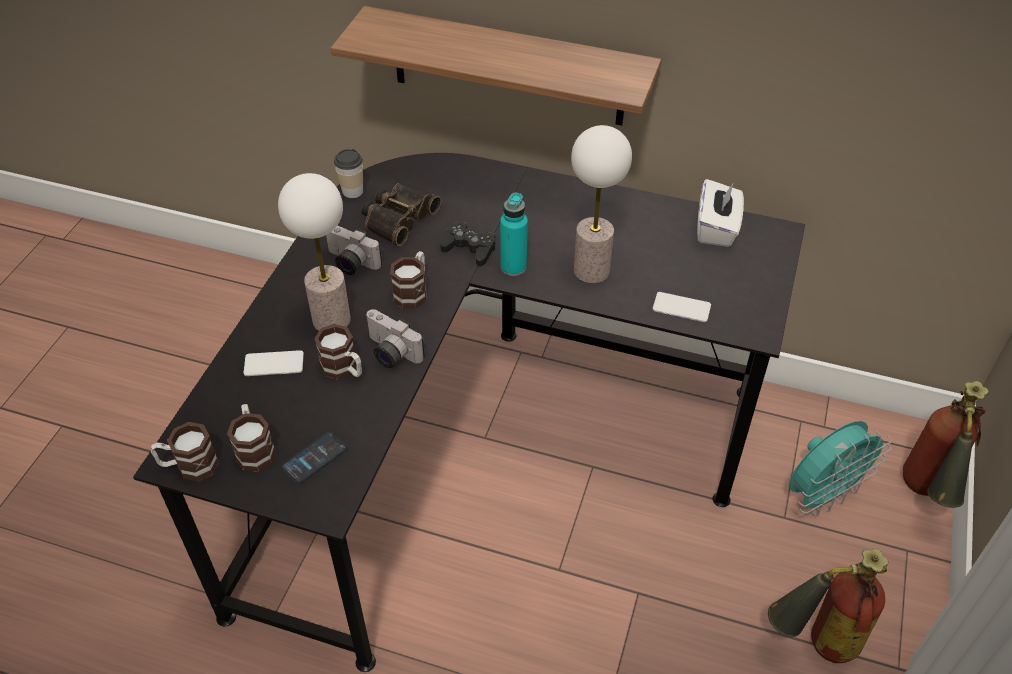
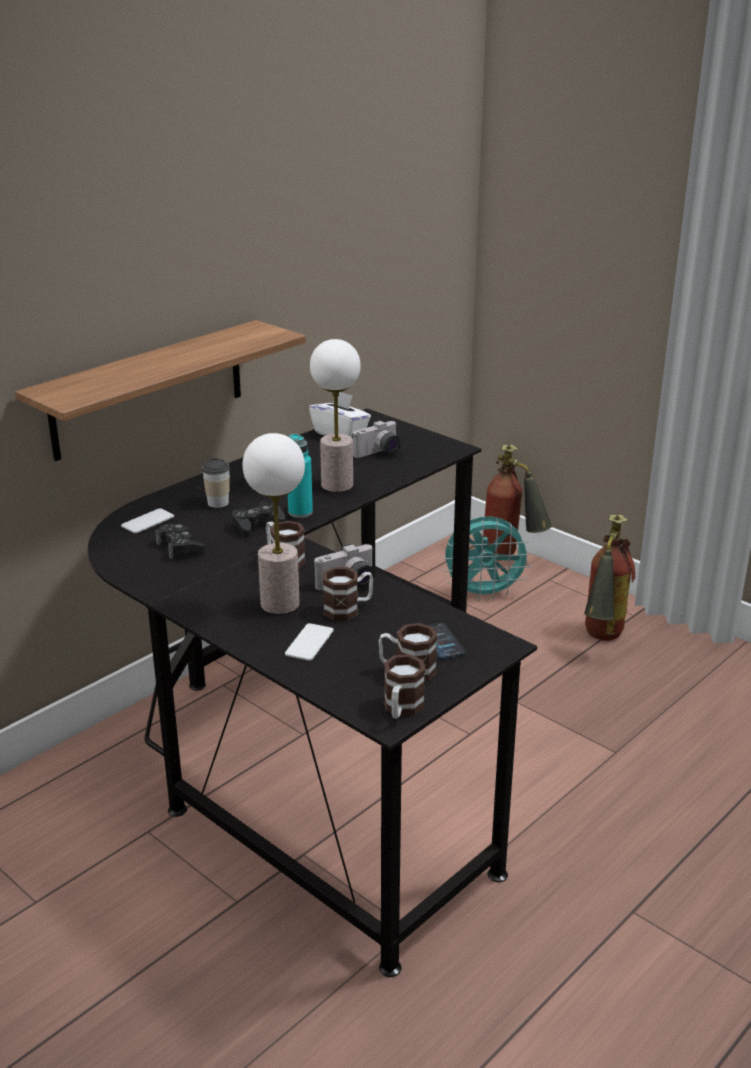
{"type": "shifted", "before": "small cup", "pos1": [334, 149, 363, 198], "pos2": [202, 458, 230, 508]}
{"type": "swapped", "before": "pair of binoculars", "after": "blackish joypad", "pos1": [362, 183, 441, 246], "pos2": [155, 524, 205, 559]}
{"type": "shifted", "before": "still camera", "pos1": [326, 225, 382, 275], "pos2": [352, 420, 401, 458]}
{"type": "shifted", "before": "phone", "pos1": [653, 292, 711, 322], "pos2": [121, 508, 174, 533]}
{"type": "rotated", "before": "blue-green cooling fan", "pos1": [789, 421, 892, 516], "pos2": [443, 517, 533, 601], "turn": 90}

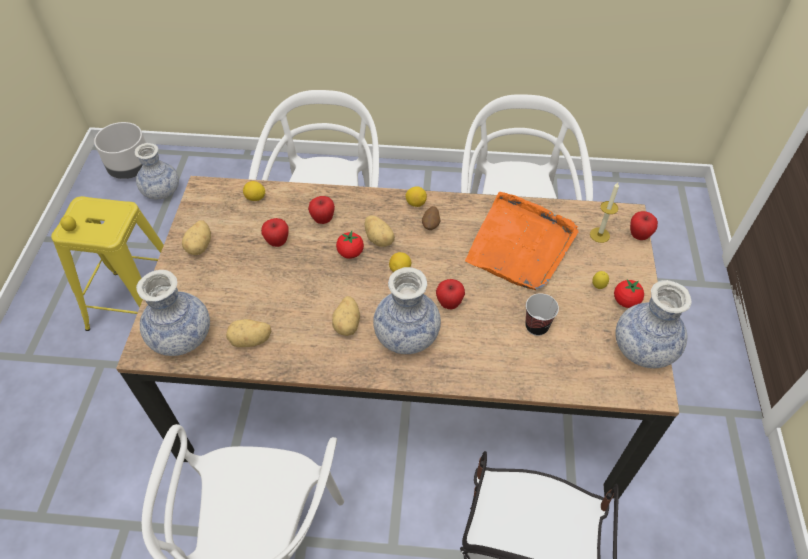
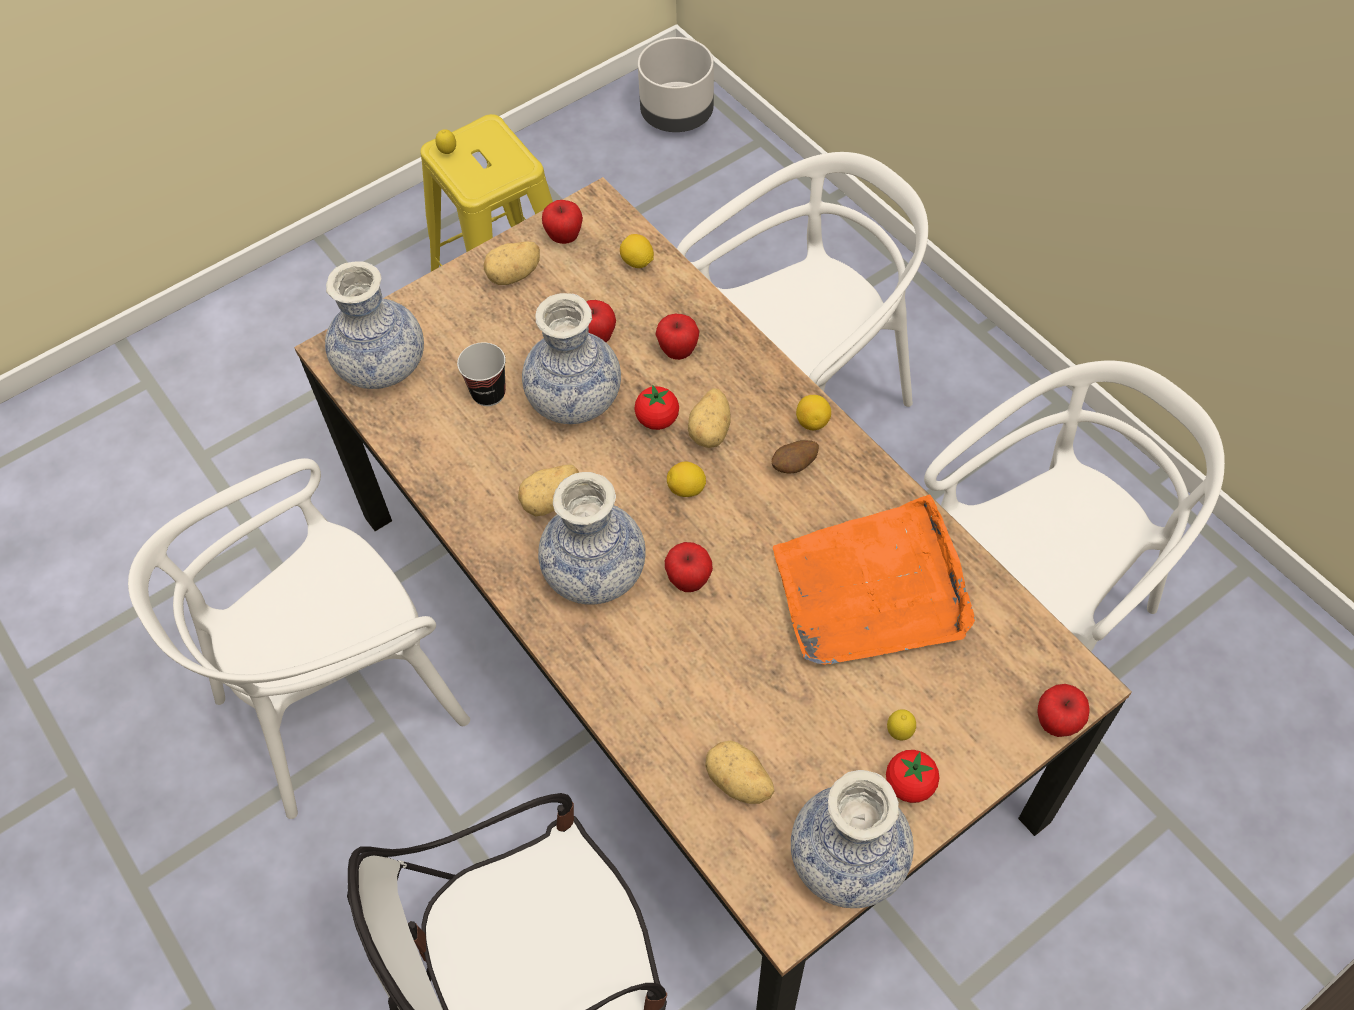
{"type": "shifted", "before": "decorative vase", "pos1": [134, 143, 179, 199], "pos2": [522, 293, 621, 424]}
{"type": "gone", "before": "wax candle", "pos1": [590, 182, 619, 243]}
{"type": "shifted", "before": "small cup", "pos1": [525, 293, 559, 336], "pos2": [457, 342, 506, 406]}
{"type": "shifted", "before": "whole potato", "pos1": [226, 319, 271, 347], "pos2": [705, 741, 774, 804]}
{"type": "new", "after": "apple", "pos2": [542, 200, 583, 244]}

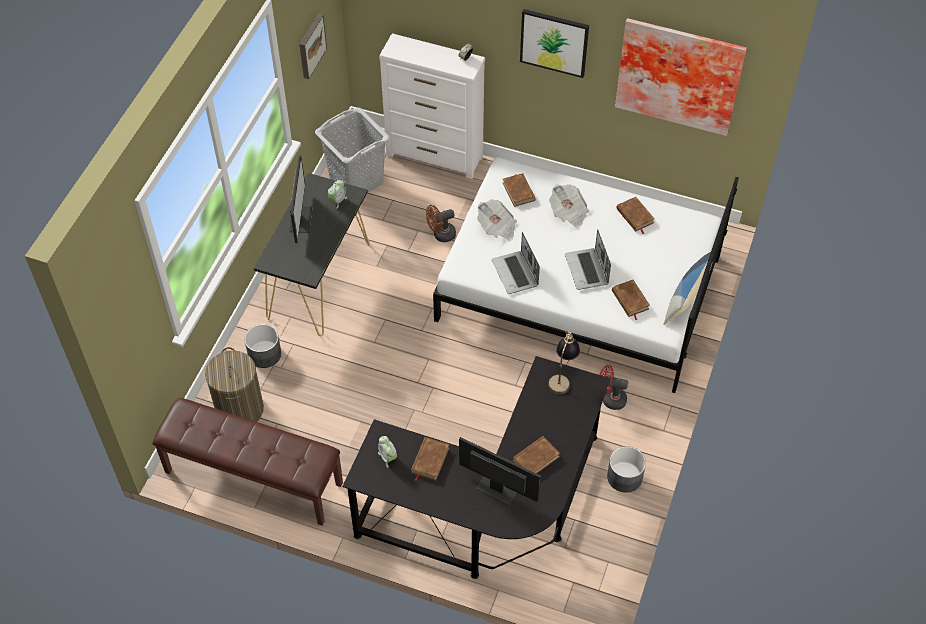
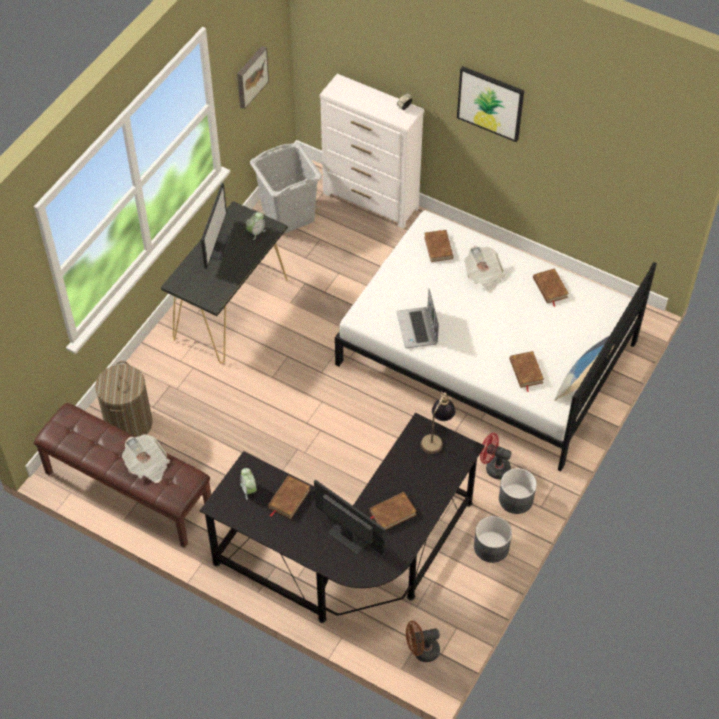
{"type": "gone", "before": "picture", "pos1": [615, 18, 747, 136]}
{"type": "shifted", "before": "printed paper", "pos1": [477, 200, 517, 241], "pos2": [122, 434, 170, 483]}
{"type": "shifted", "before": "brown cooling fan", "pos1": [426, 205, 456, 242], "pos2": [406, 621, 440, 662]}
{"type": "gone", "before": "laptop", "pos1": [565, 229, 611, 290]}
{"type": "shifted", "before": "greyish planter", "pos1": [244, 324, 281, 368], "pos2": [499, 468, 537, 514]}

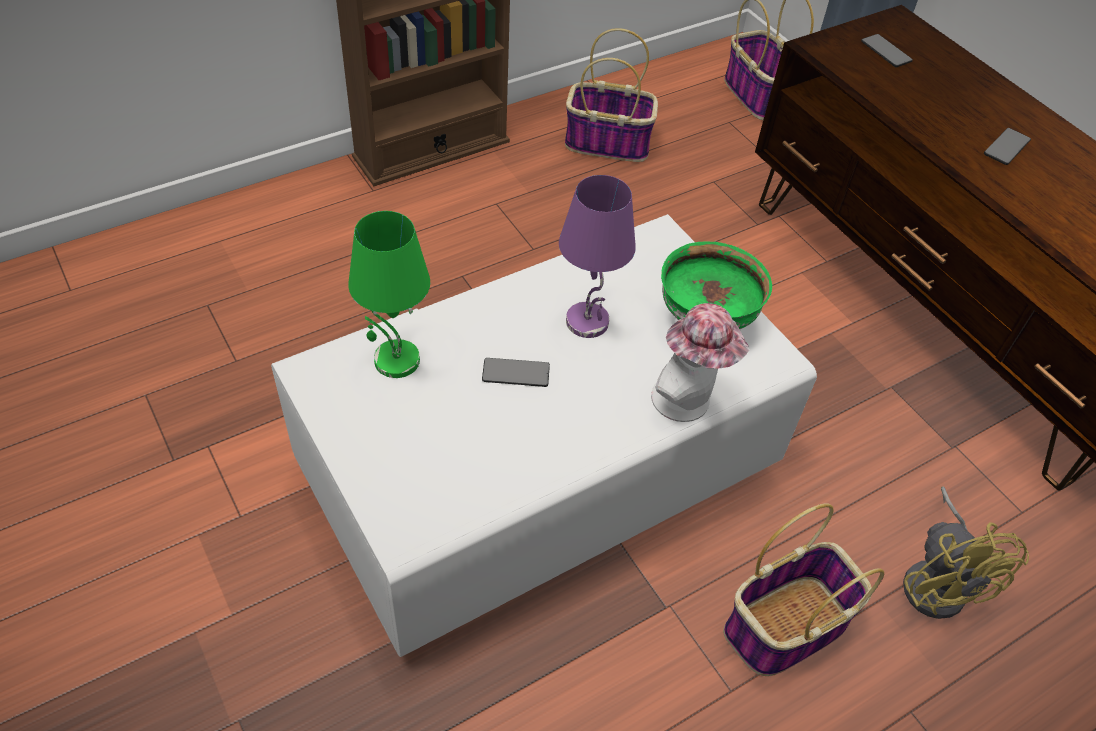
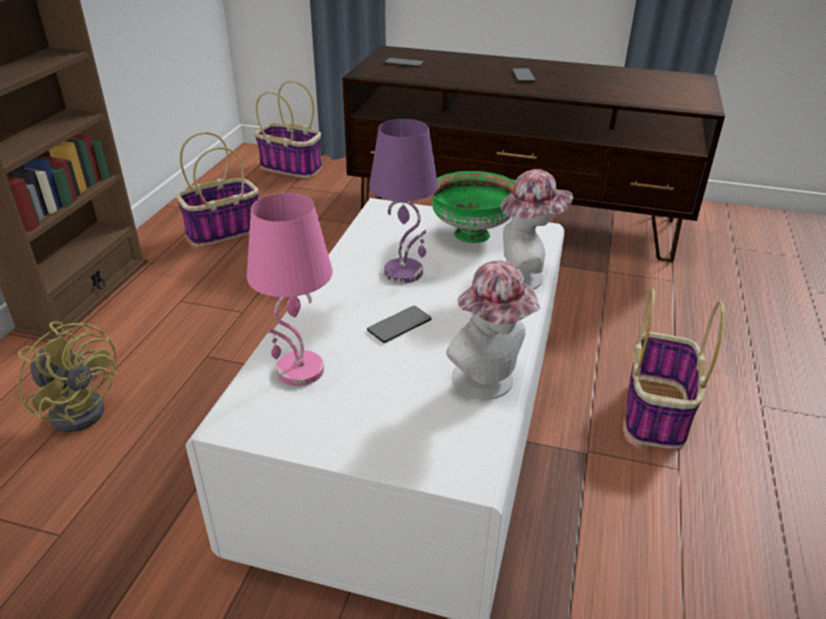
{"type": "repainted", "before": "green-coloured table lamp", "after": "pink-coloured table lamp", "pos1": [348, 211, 430, 378], "pos2": [247, 193, 333, 386]}
{"type": "shifted", "before": "yellow cooling fan", "pos1": [903, 486, 1029, 619], "pos2": [18, 321, 117, 432]}
{"type": "new", "after": "wearable hat", "pos2": [446, 260, 540, 400]}

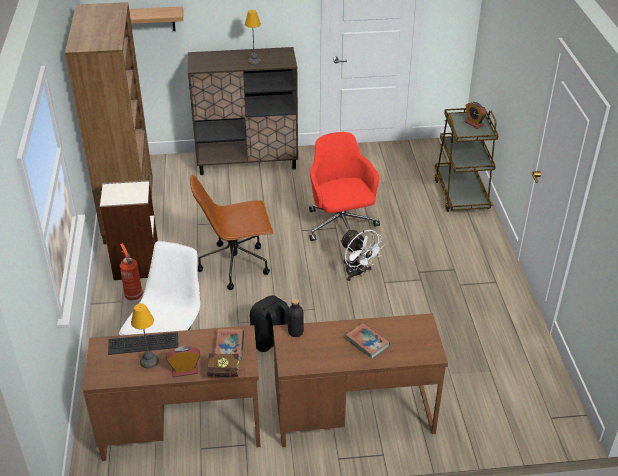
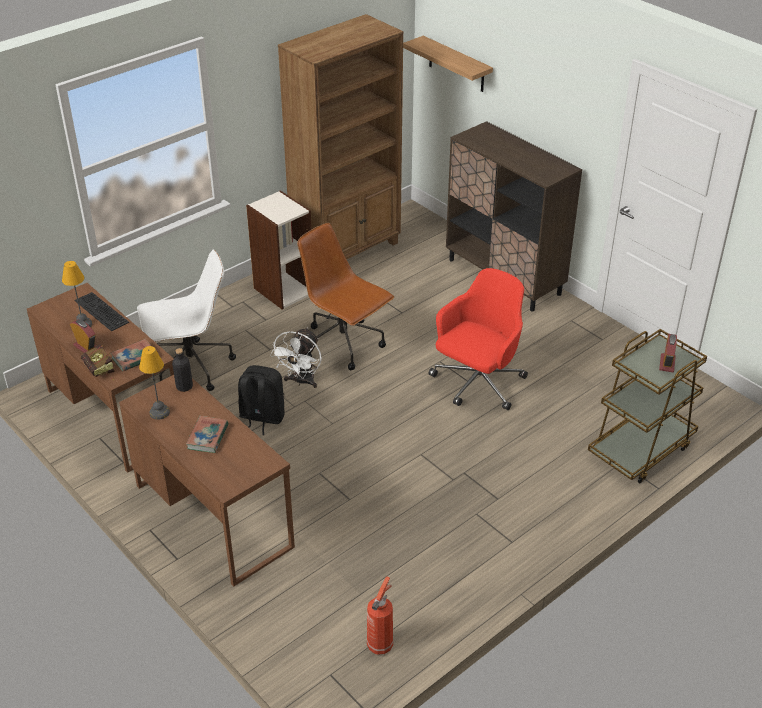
{"type": "shifted", "before": "table lamp", "pos1": [245, 10, 261, 65], "pos2": [139, 346, 170, 420]}
{"type": "shifted", "before": "whitish cooling fan", "pos1": [340, 229, 385, 281], "pos2": [270, 327, 322, 388]}
{"type": "shifted", "before": "fire extinguisher", "pos1": [120, 243, 143, 300], "pos2": [367, 576, 393, 655]}

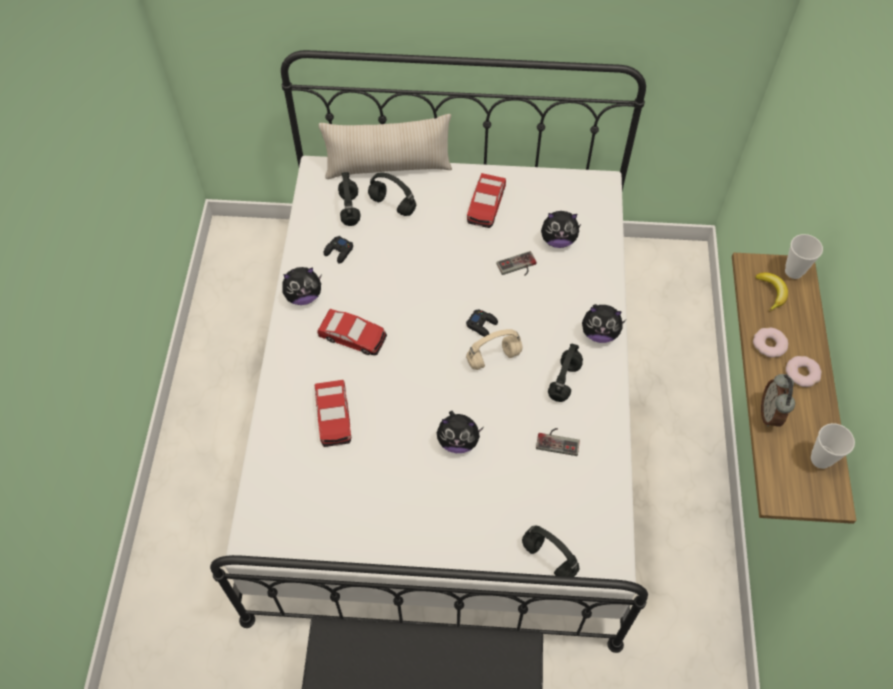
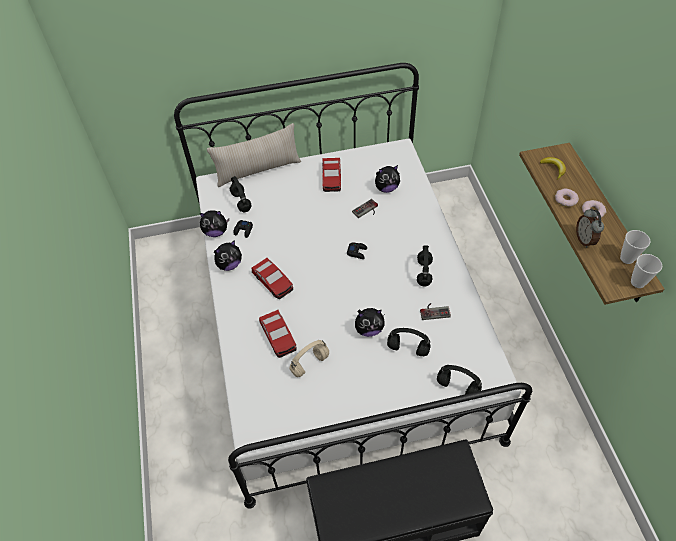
{"type": "shifted", "before": "blackish headset", "pos1": [368, 172, 416, 216], "pos2": [387, 328, 431, 357]}
{"type": "shifted", "before": "small cup", "pos1": [785, 234, 823, 279], "pos2": [631, 254, 662, 288]}
{"type": "shifted", "before": "cuddly toy", "pos1": [582, 304, 626, 343], "pos2": [200, 210, 229, 237]}
{"type": "rotated", "before": "miniature car", "pos1": [317, 308, 387, 355], "pos2": [251, 258, 293, 299], "turn": 45}
{"type": "shifted", "before": "beige headset", "pos1": [466, 329, 522, 370], "pos2": [289, 340, 329, 377]}

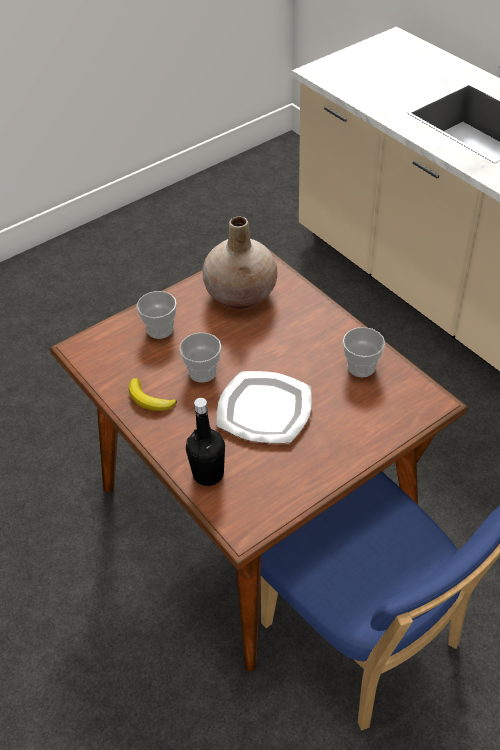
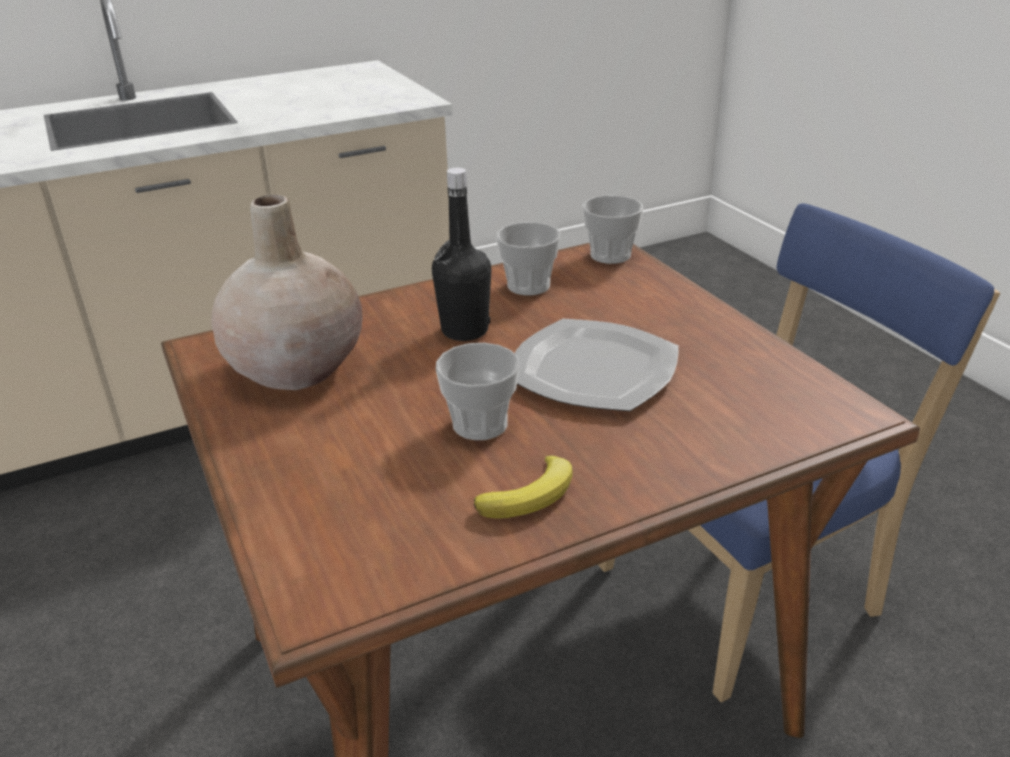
{"type": "shifted", "before": "small cup", "pos1": [137, 291, 177, 339], "pos2": [582, 195, 643, 264]}
{"type": "shifted", "before": "blackish bottle", "pos1": [186, 398, 225, 486], "pos2": [432, 168, 491, 341]}

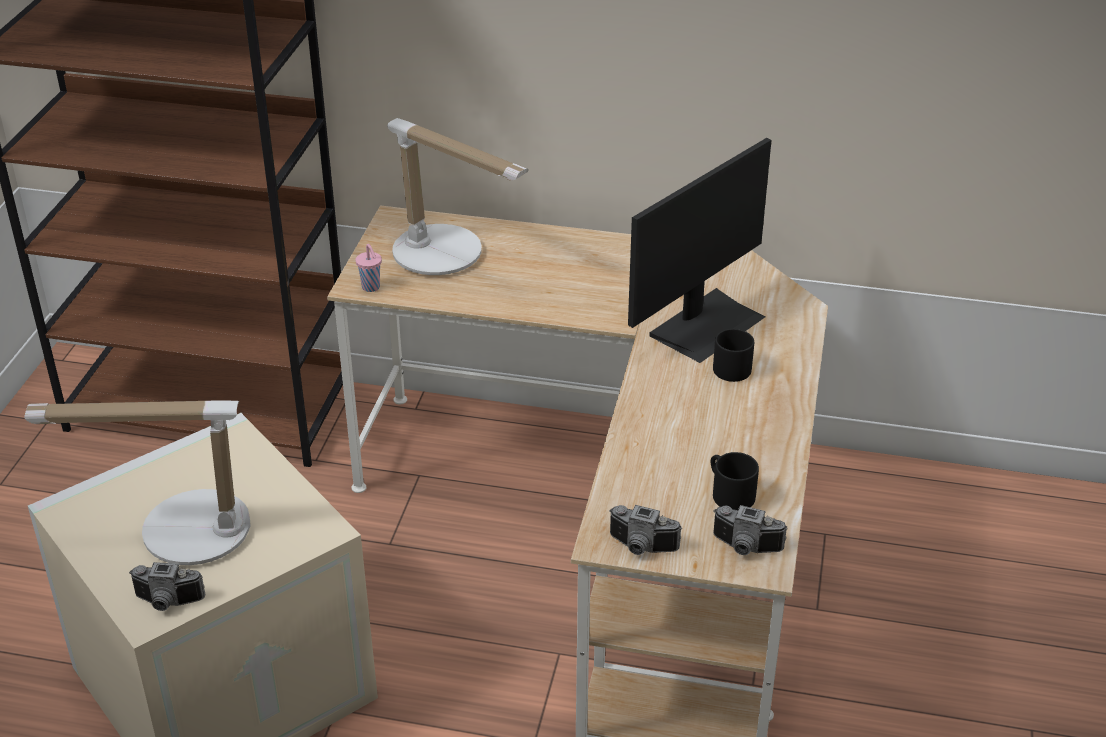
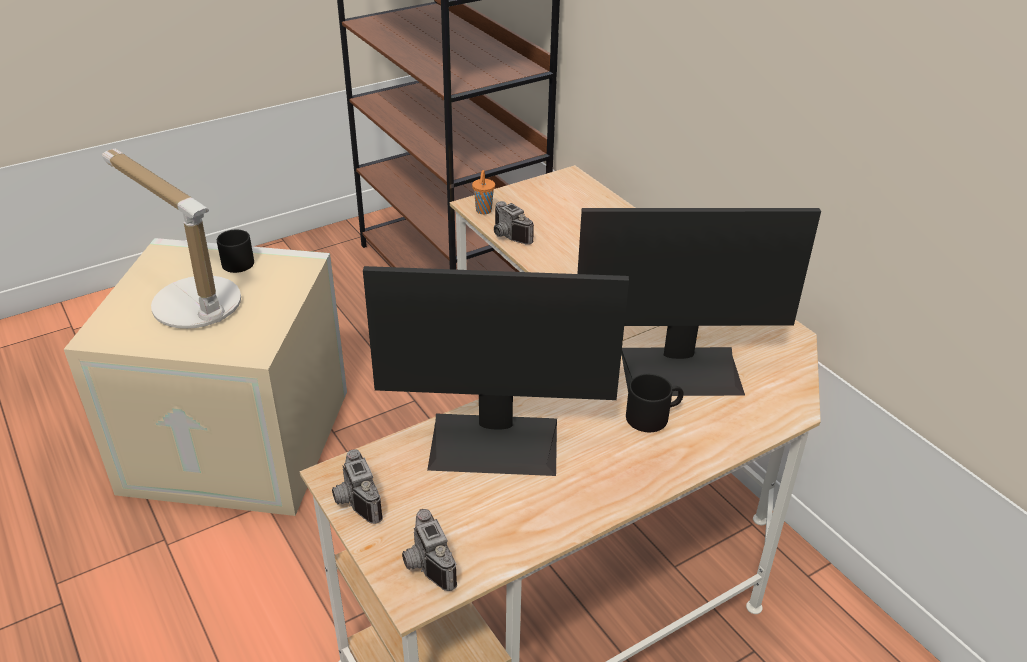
{"type": "gone", "before": "table lamp", "pos1": [387, 118, 529, 275]}
{"type": "repainted", "before": "pink-coloured small cup", "after": "orangey small cup", "pos1": [356, 244, 382, 292], "pos2": [472, 170, 495, 214]}
{"type": "shifted", "before": "blackish tea mug", "pos1": [711, 452, 759, 510], "pos2": [217, 230, 254, 273]}
{"type": "shifted", "before": "still camera", "pos1": [129, 562, 205, 611], "pos2": [494, 201, 534, 245]}
{"type": "new", "after": "computer screen", "pos2": [363, 266, 629, 476]}

